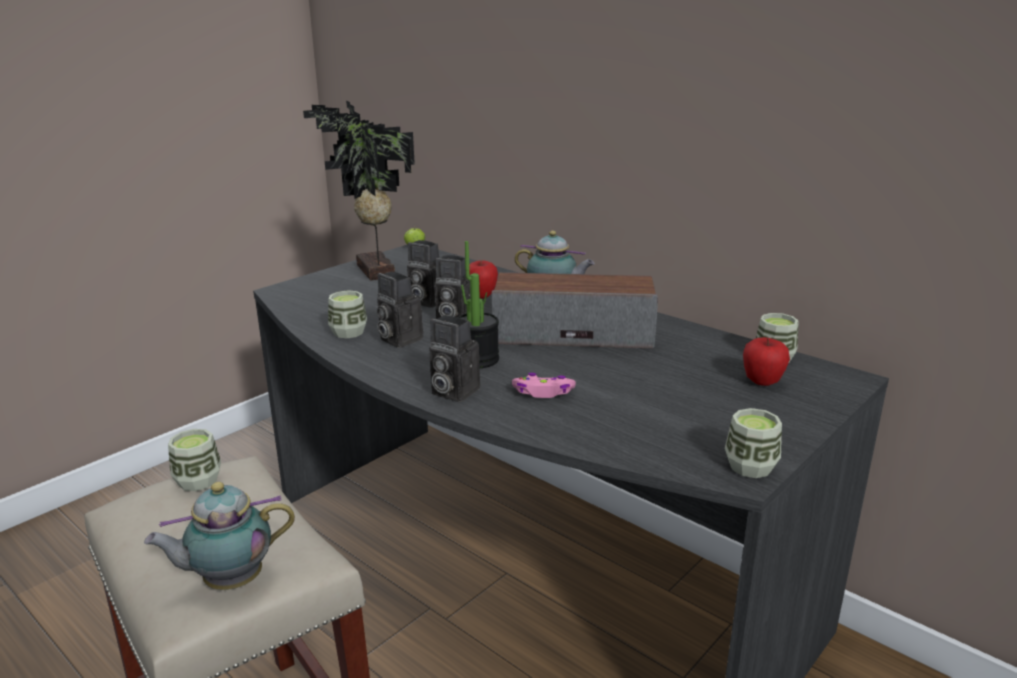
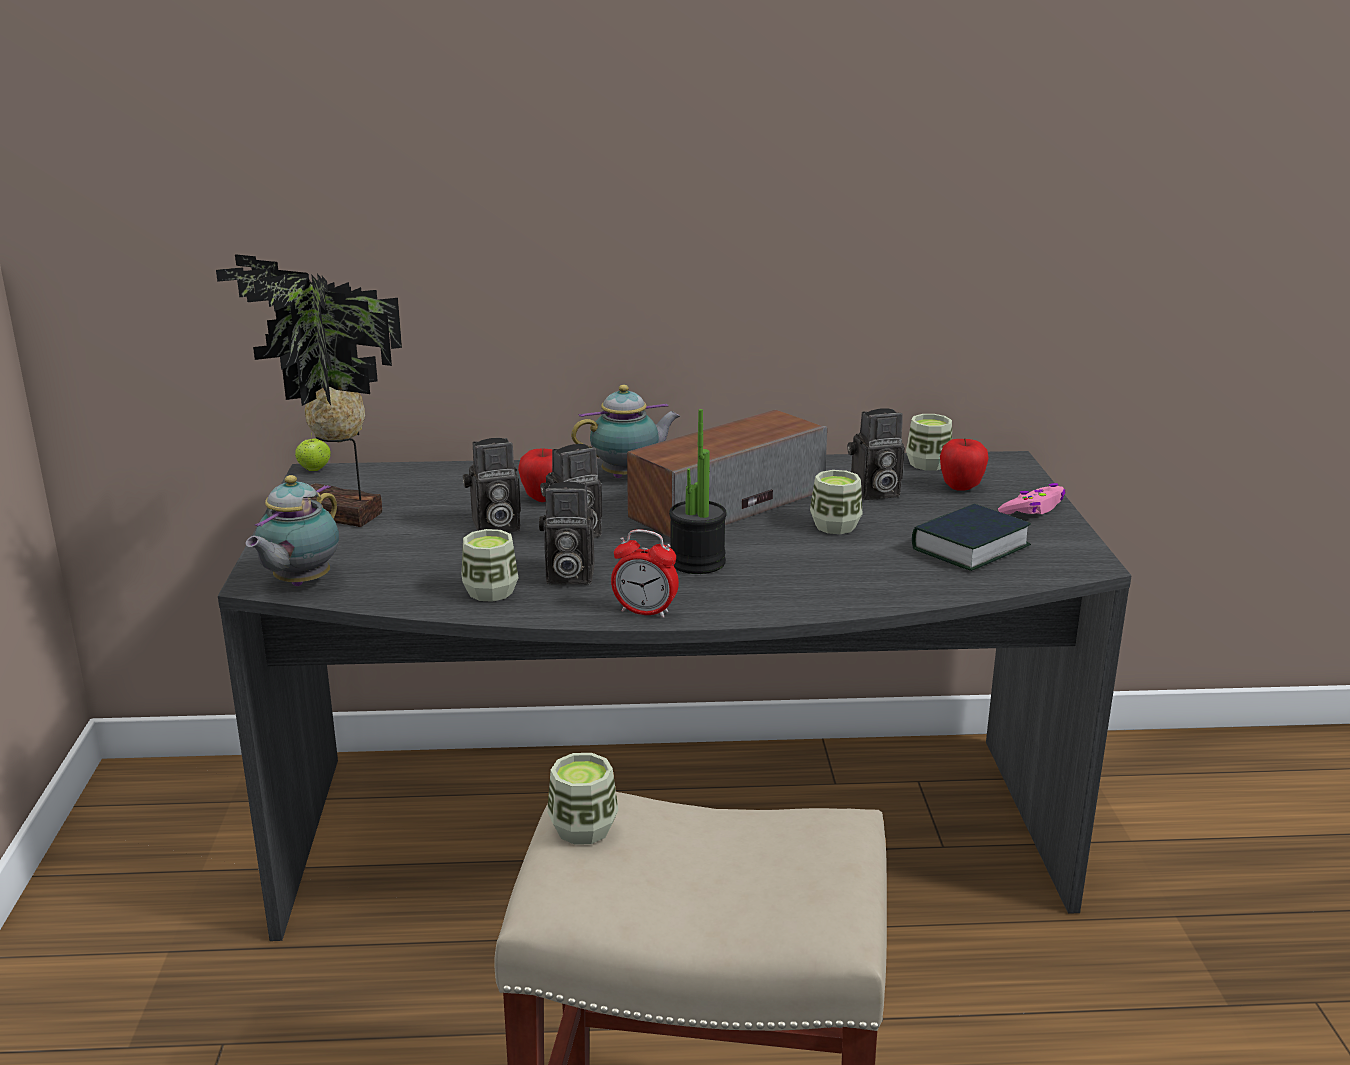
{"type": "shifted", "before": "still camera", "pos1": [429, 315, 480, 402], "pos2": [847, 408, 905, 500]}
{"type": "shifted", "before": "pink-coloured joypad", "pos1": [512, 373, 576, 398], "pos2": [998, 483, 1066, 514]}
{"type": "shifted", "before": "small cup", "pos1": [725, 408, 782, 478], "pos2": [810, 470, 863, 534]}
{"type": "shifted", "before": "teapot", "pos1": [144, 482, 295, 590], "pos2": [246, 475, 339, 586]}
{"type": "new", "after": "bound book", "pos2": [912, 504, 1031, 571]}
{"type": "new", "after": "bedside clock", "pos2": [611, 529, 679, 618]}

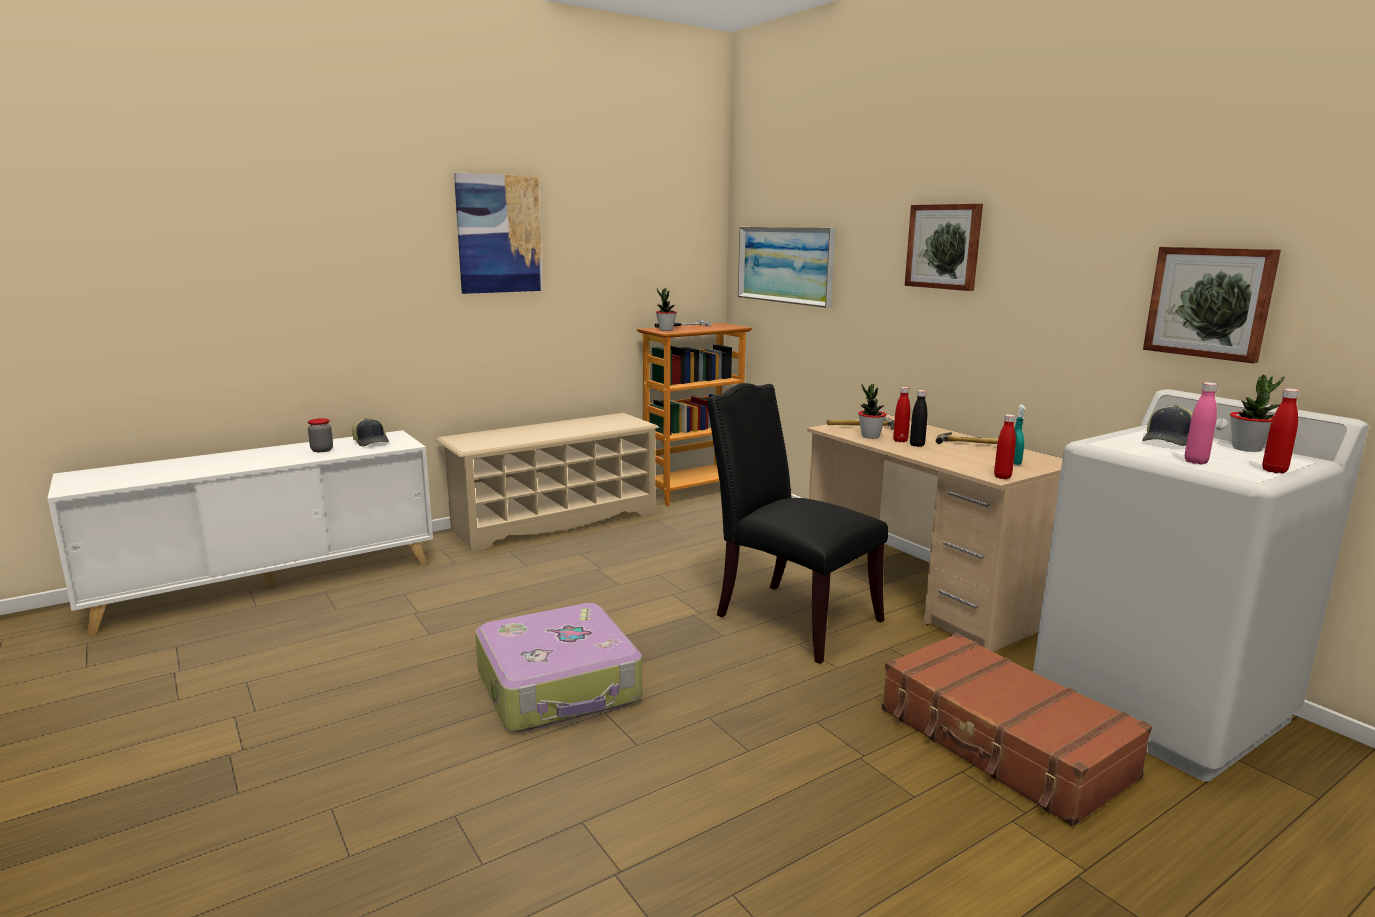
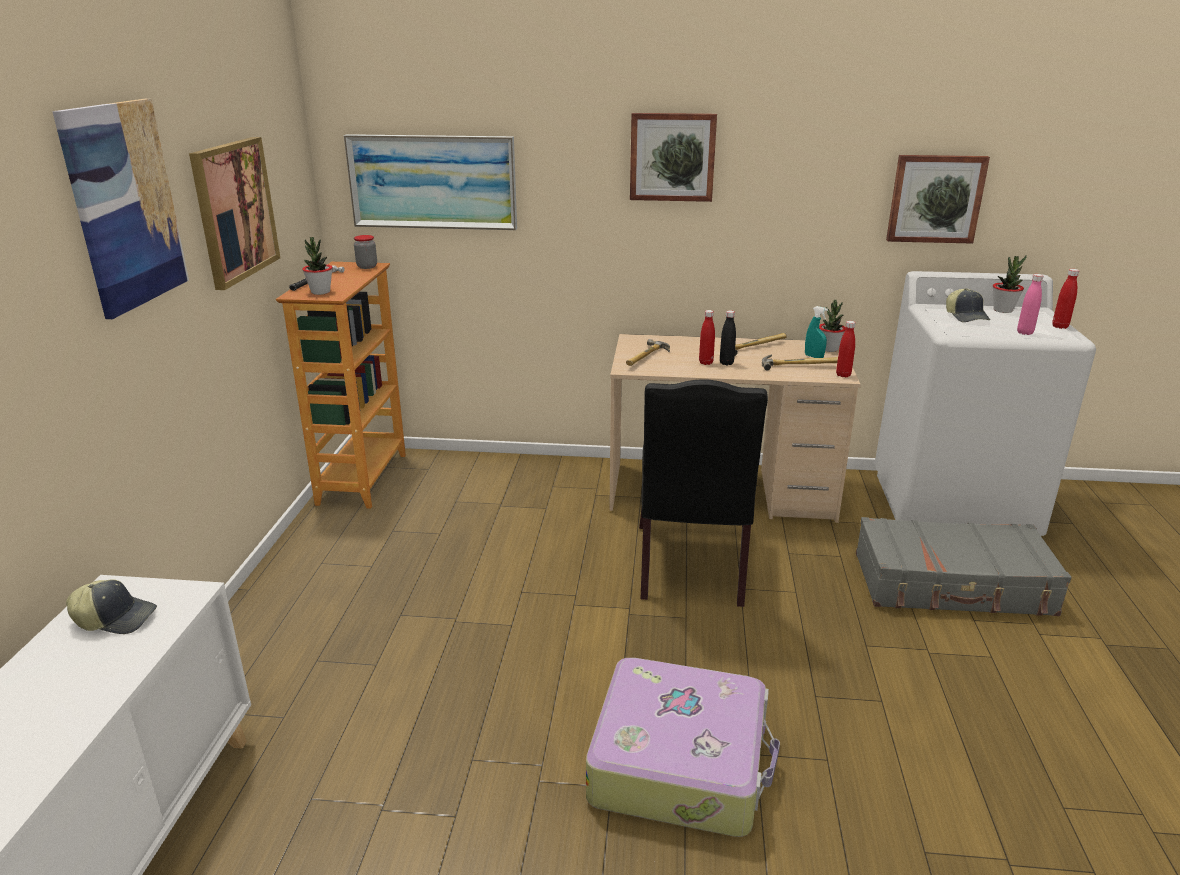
{"type": "rotated", "before": "blackish upright chair", "pos1": [707, 383, 888, 664], "pos2": [639, 379, 768, 607], "turn": -75}
{"type": "shifted", "before": "plant in a pot", "pos1": [858, 384, 886, 439], "pos2": [819, 300, 846, 352]}
{"type": "gone", "before": "beige shoe rack", "pos1": [435, 413, 659, 553]}
{"type": "shifted", "before": "preserve jar", "pos1": [308, 418, 333, 452], "pos2": [354, 235, 377, 269]}
{"type": "repainted", "before": "brown travel case", "after": "greyish travel case", "pos1": [882, 633, 1152, 827], "pos2": [856, 517, 1071, 616]}
{"type": "new", "after": "picture", "pos2": [189, 137, 280, 290]}
{"type": "new", "after": "tool hammer", "pos2": [762, 354, 838, 370]}

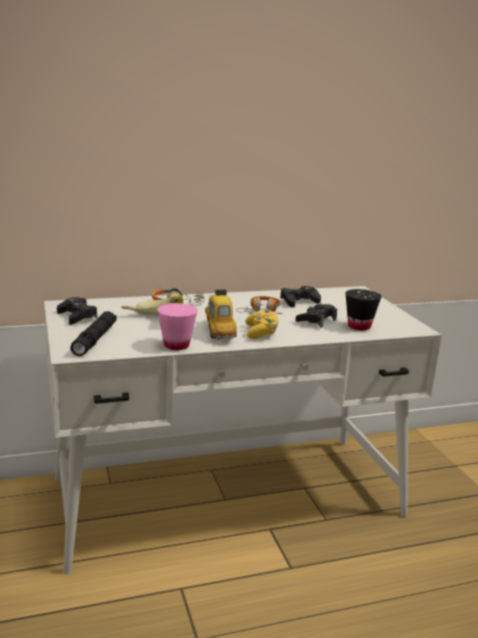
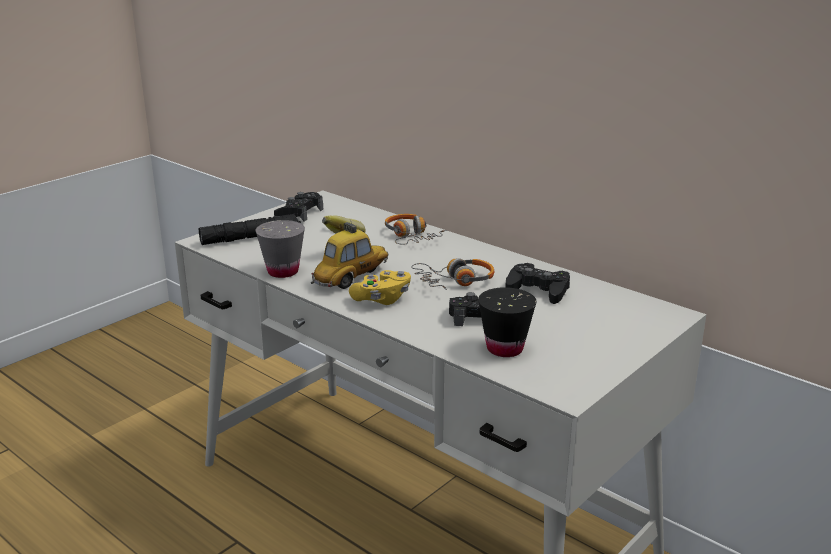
{"type": "repainted", "before": "pink-coloured small cup", "after": "greyish small cup", "pos1": [157, 303, 198, 350], "pos2": [256, 220, 305, 278]}

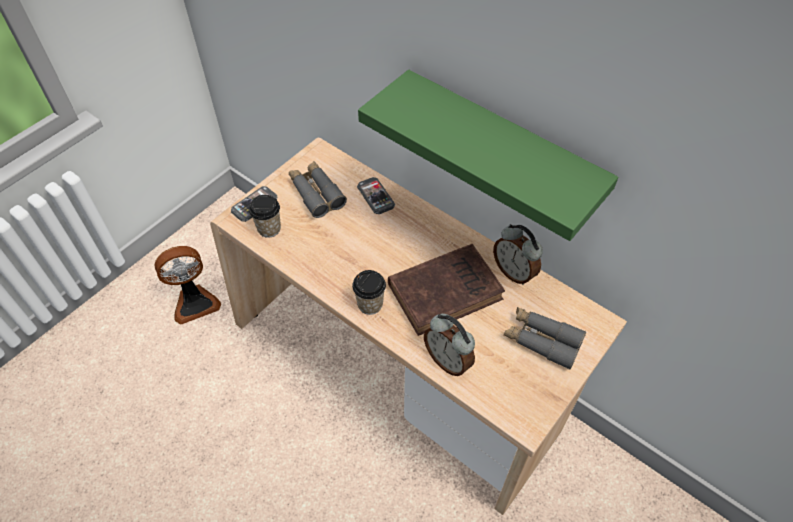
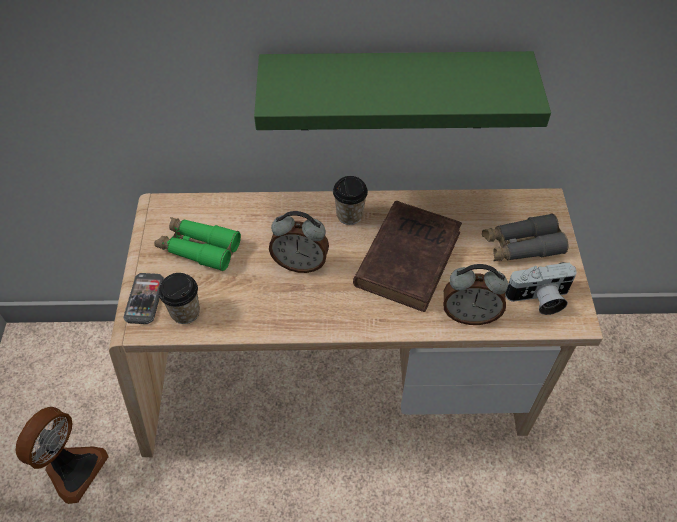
{"type": "repainted", "before": "greyish pair of binoculars", "after": "green-coloured pair of binoculars", "pos1": [289, 161, 347, 218], "pos2": [155, 217, 241, 271]}
{"type": "gone", "before": "phone", "pos1": [357, 177, 395, 214]}
{"type": "shifted", "before": "bedside clock", "pos1": [493, 224, 543, 285], "pos2": [269, 211, 329, 273]}
{"type": "shifted", "before": "small cup", "pos1": [352, 270, 386, 315], "pos2": [333, 176, 368, 225]}
{"type": "new", "after": "still camera", "pos2": [505, 262, 577, 315]}

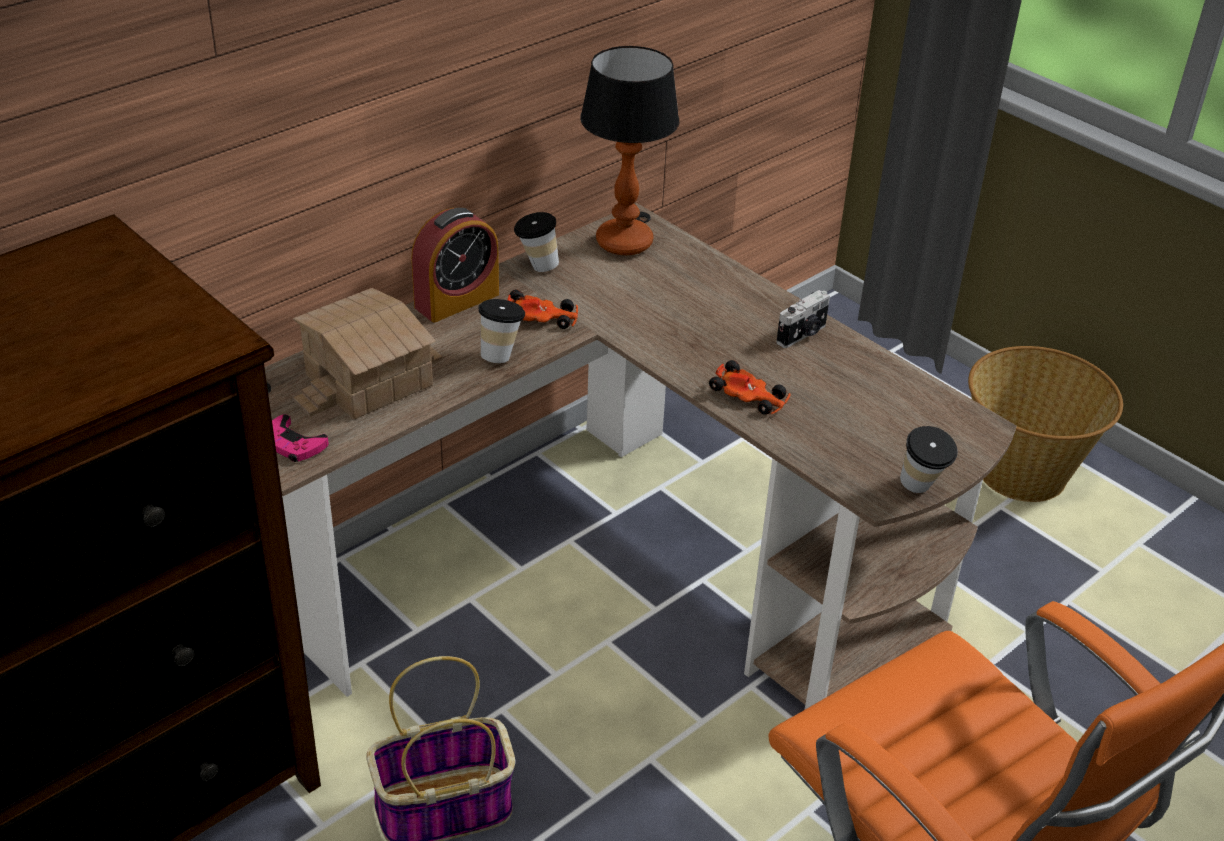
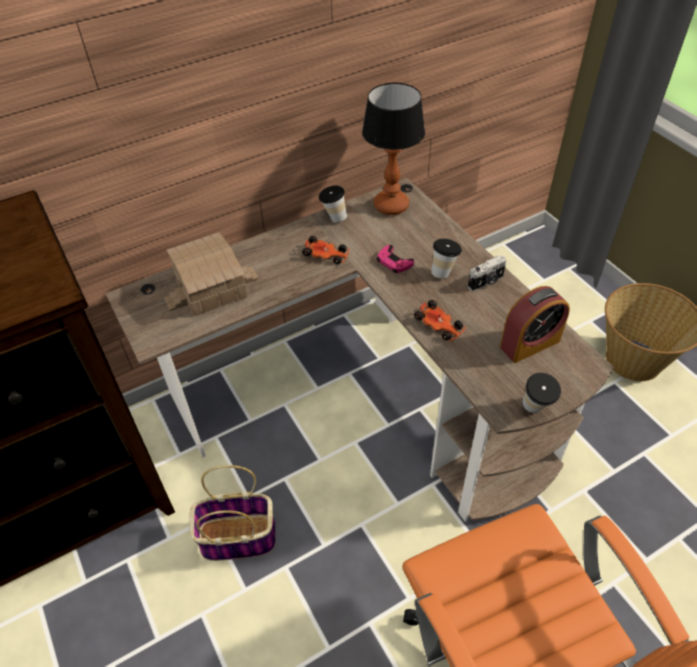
{"type": "shifted", "before": "bedside clock", "pos1": [411, 208, 499, 322], "pos2": [500, 286, 570, 363]}
{"type": "shifted", "before": "small cup", "pos1": [479, 299, 525, 363], "pos2": [431, 239, 462, 279]}
{"type": "shifted", "before": "pink-coloured joypad", "pos1": [272, 414, 329, 462], "pos2": [376, 245, 414, 273]}

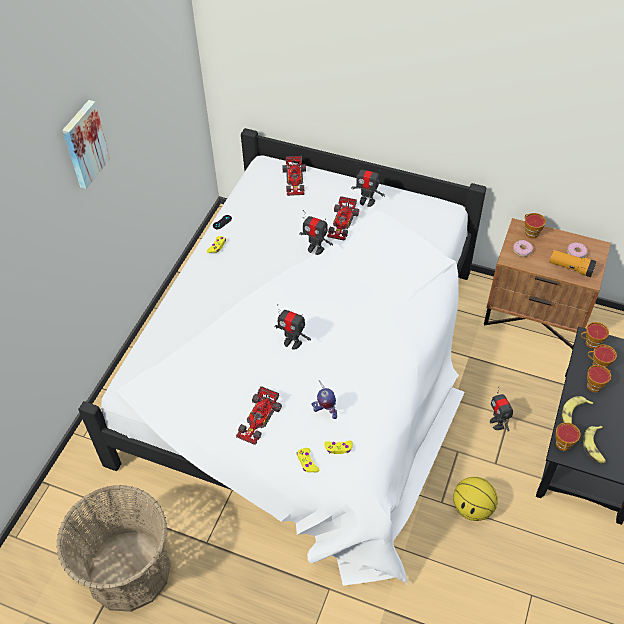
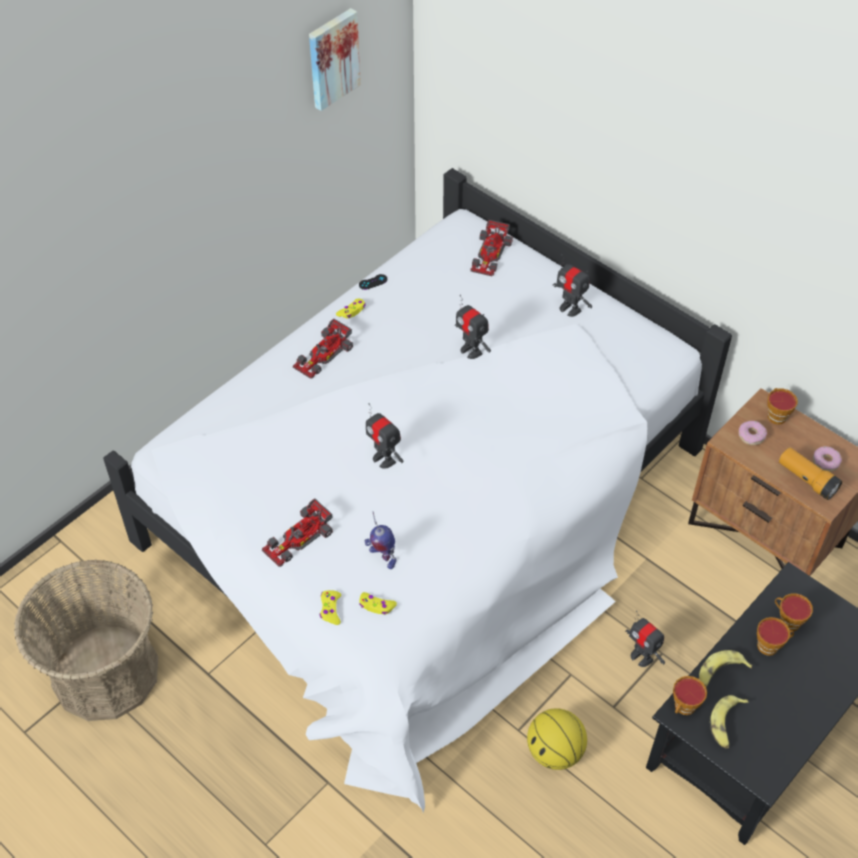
{"type": "shifted", "before": "picture", "pos1": [63, 100, 110, 189], "pos2": [309, 8, 361, 111]}
{"type": "shifted", "before": "miniature car", "pos1": [327, 196, 359, 240], "pos2": [293, 318, 353, 379]}
{"type": "gone", "before": "small cup", "pos1": [581, 322, 609, 349]}
{"type": "rotated", "before": "toy robot", "pos1": [490, 386, 513, 431], "pos2": [625, 611, 665, 667], "turn": -45}

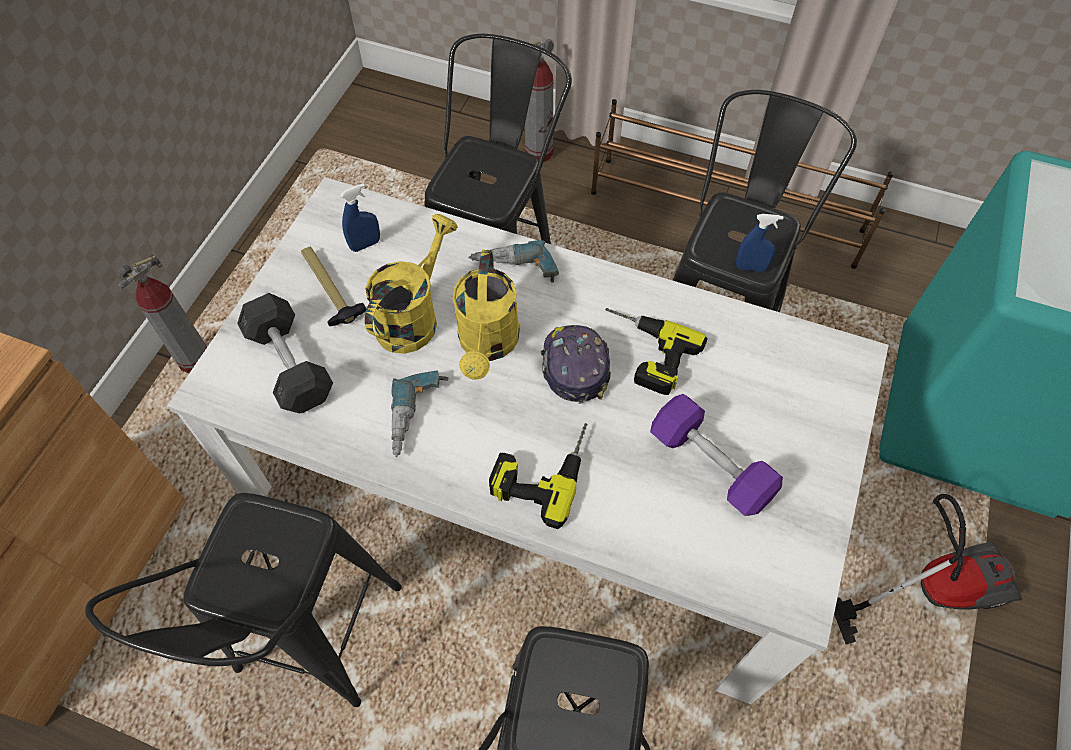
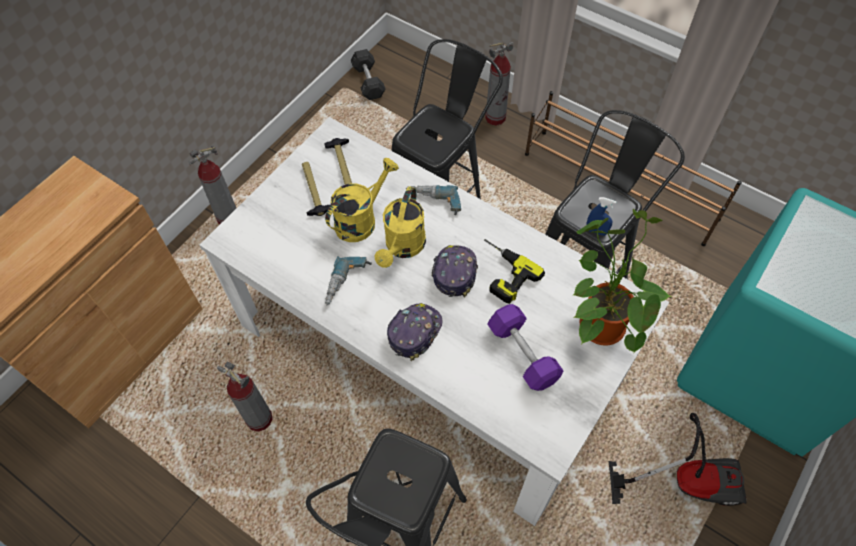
{"type": "swapped", "before": "bluish sprayer", "after": "tool hammer", "pos1": [340, 183, 380, 252], "pos2": [324, 138, 352, 185]}
{"type": "shifted", "before": "greyish hand weight", "pos1": [237, 293, 333, 414], "pos2": [351, 49, 385, 100]}
{"type": "swapped", "before": "power drill", "after": "baseball cap", "pos1": [489, 423, 587, 529], "pos2": [387, 303, 442, 361]}
{"type": "swapped", "before": "blackish stool seat", "after": "fire extinguisher", "pos1": [85, 493, 402, 707], "pos2": [217, 362, 273, 432]}
{"type": "new", "after": "plant in a pot", "pos2": [573, 209, 671, 353]}

